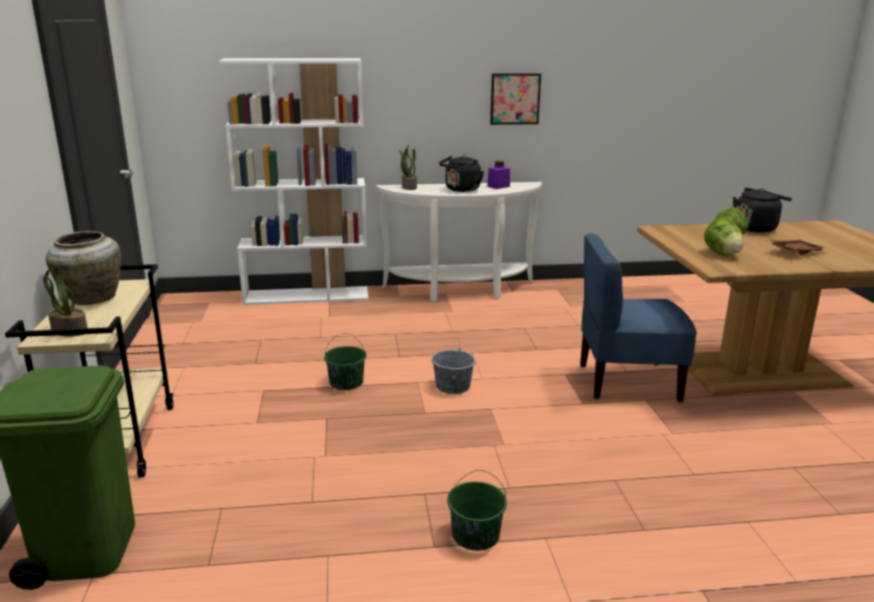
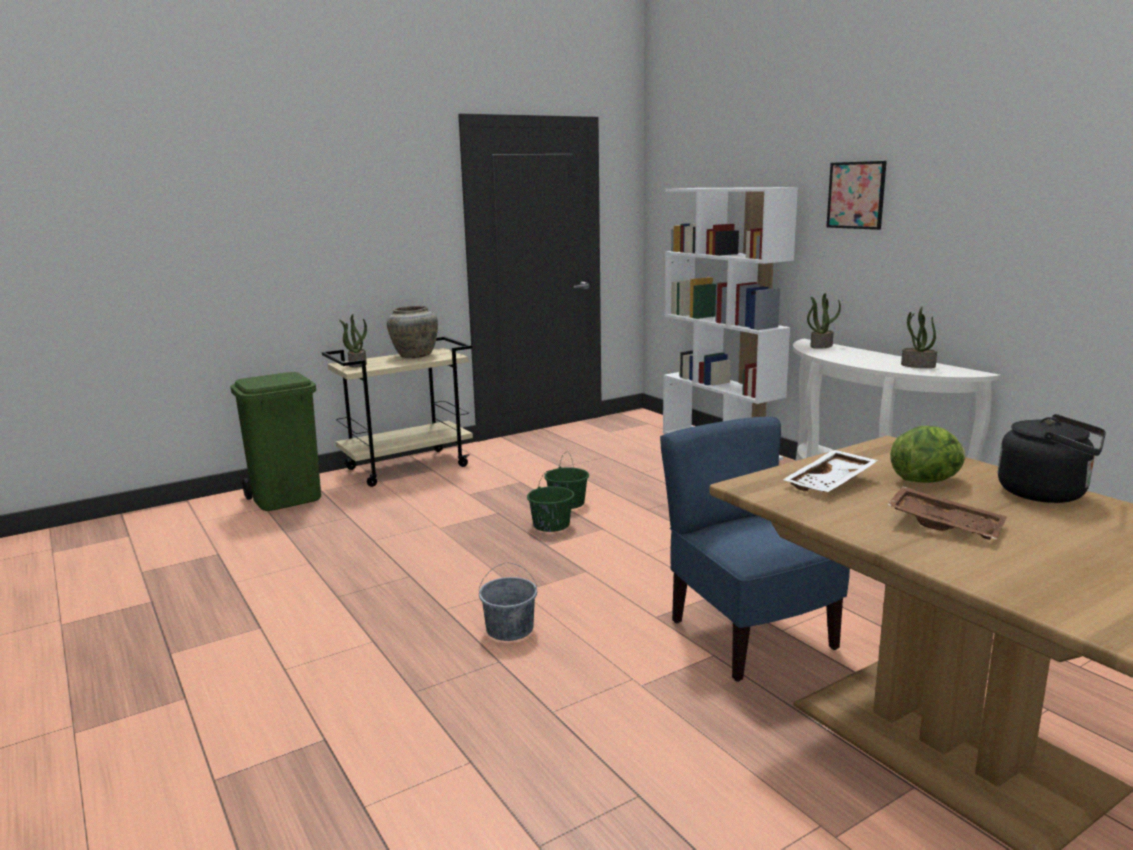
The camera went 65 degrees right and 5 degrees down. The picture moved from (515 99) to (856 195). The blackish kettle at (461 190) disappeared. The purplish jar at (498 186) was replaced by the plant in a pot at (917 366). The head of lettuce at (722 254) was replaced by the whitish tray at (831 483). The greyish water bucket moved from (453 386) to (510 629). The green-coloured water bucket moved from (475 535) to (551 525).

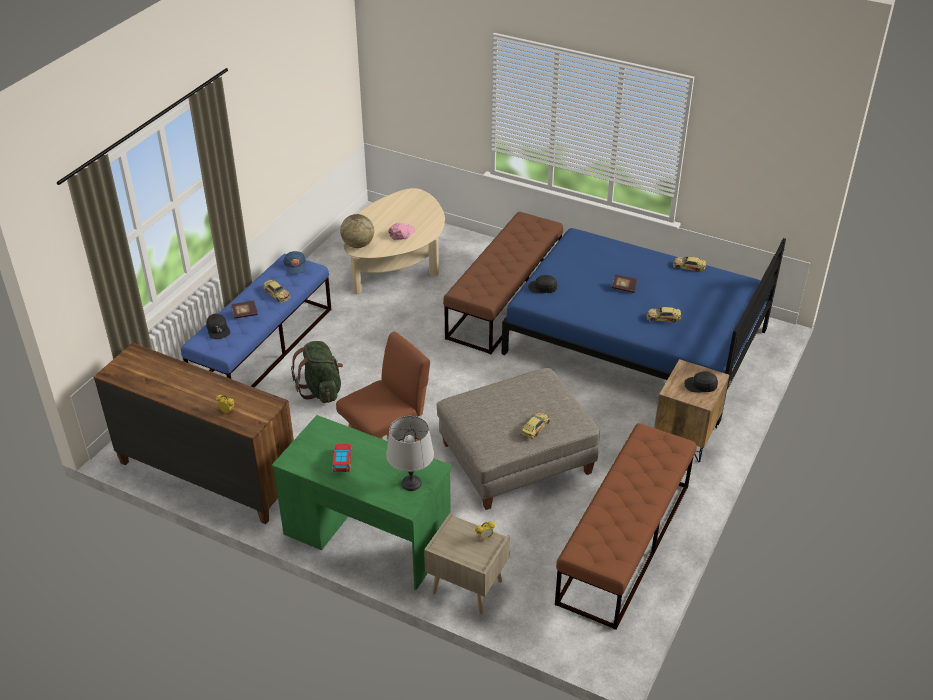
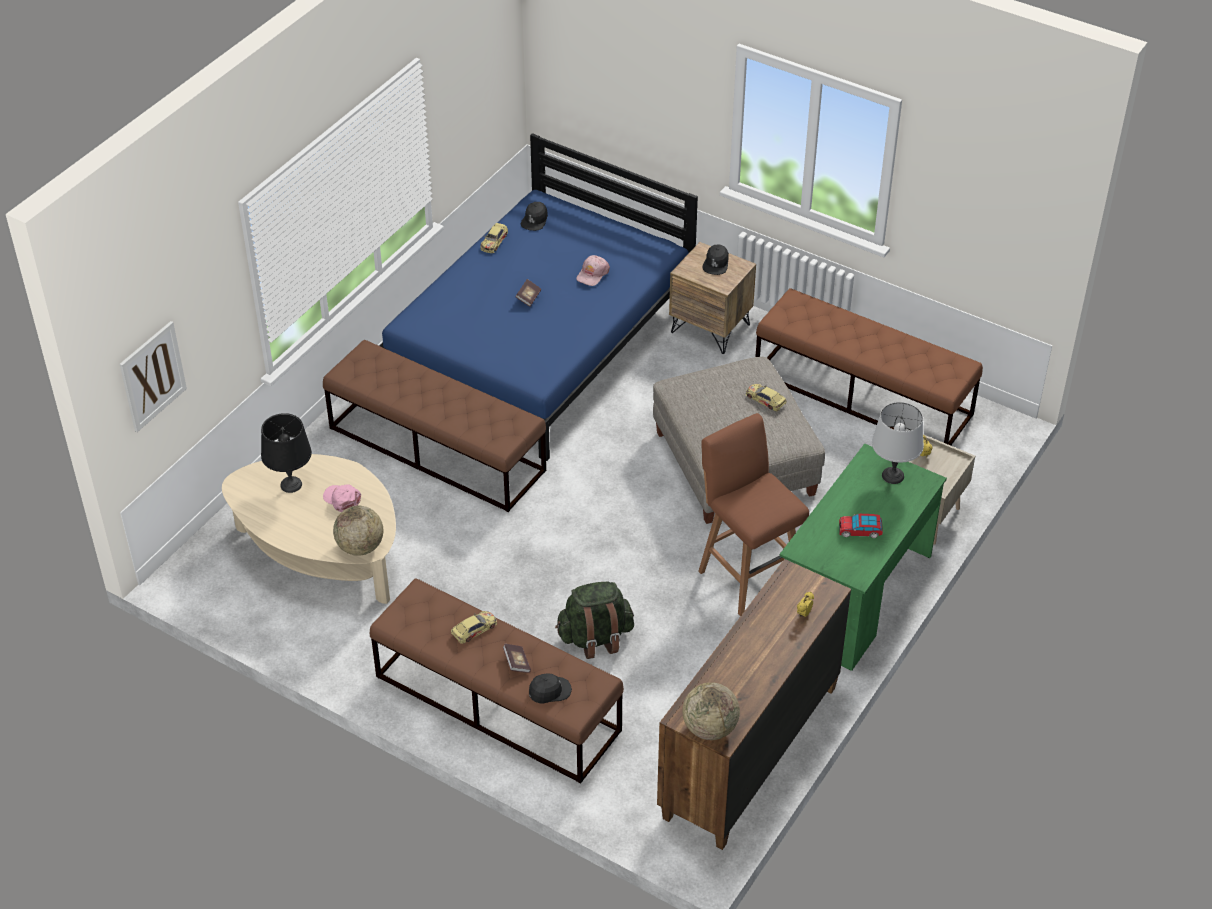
The camera went 85 degrees left and 5 degrees up. The bluish peaked cap at (295 266) disappeared. The bluish long seat at (264 348) became the brown-coloured long seat at (496 703). The blackish peaked cap moved from (543 287) to (535 220). The model car at (663 317) was replaced by the pinkish peaked cap at (592 274). The picture at (152 376) appeared. The blackish lamp for a table at (290 484) appeared. The desk globe at (710 728) appeared.

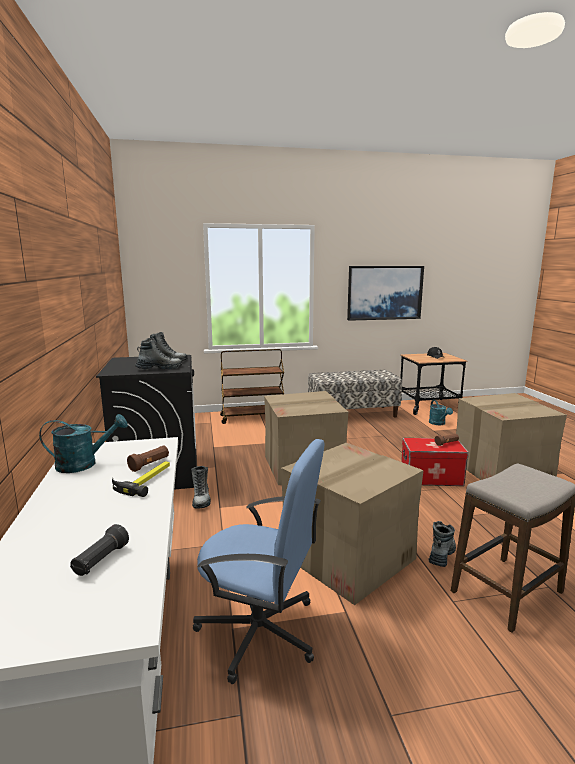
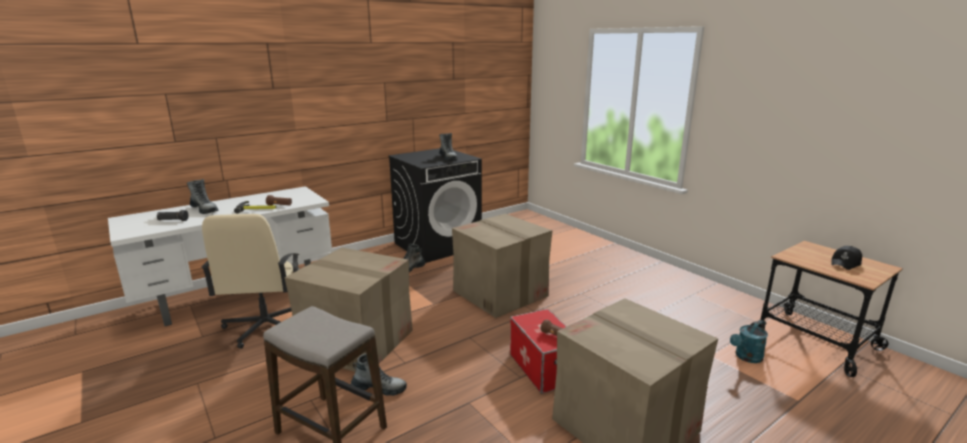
The camera went 65 degrees right and 5 degrees up. The picture at (384 292) disappeared. The tall boot moved from (159 368) to (204 210). The brown-coloured cart at (252 417) disappeared. The long seat at (352 414) disappeared. The turquoise watering pot at (84 464) disappeared. The bluish office chair at (260 631) became the beige office chair at (264 327).

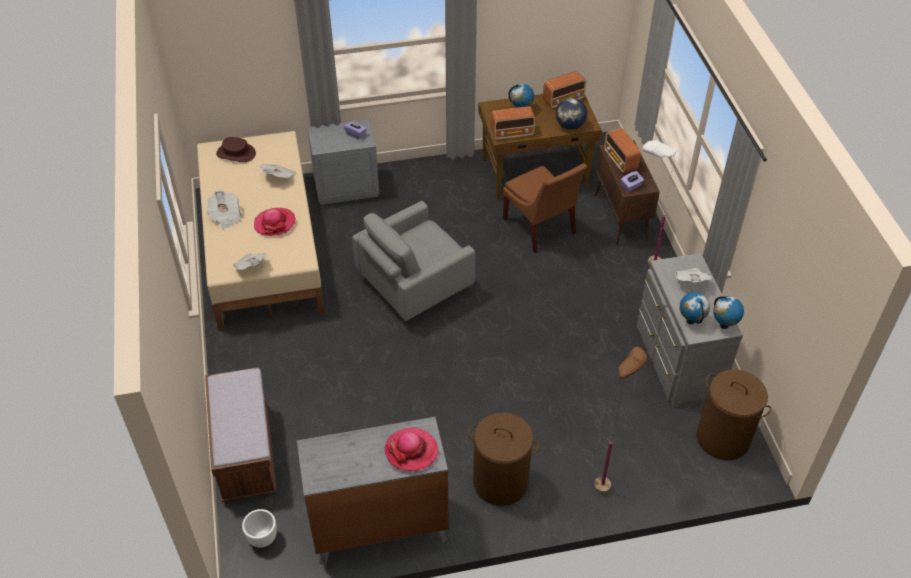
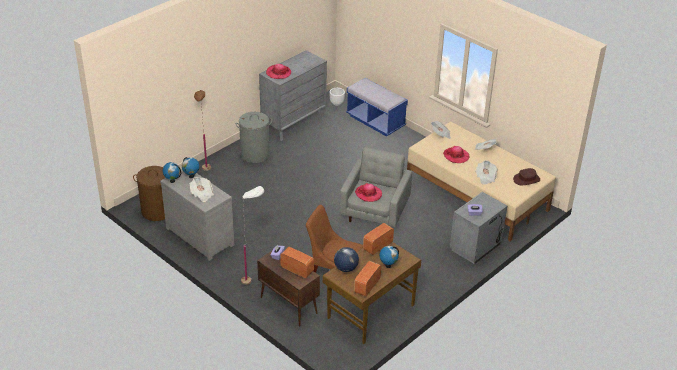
The camera went 145 degrees right and 10 degrees down. The brown-coloured long seat at (245 454) became the bluish long seat at (375 121). The brown-coloured washing basket at (501 482) became the greyish washing basket at (255 155). The hat at (368 194) appeared.

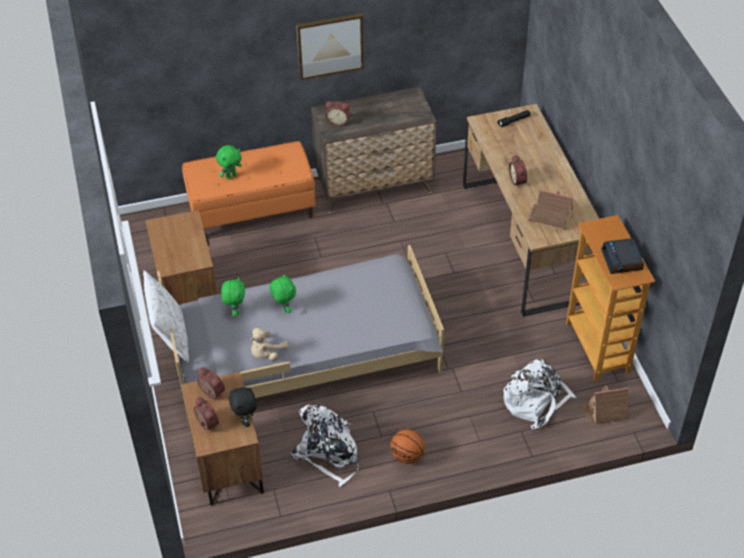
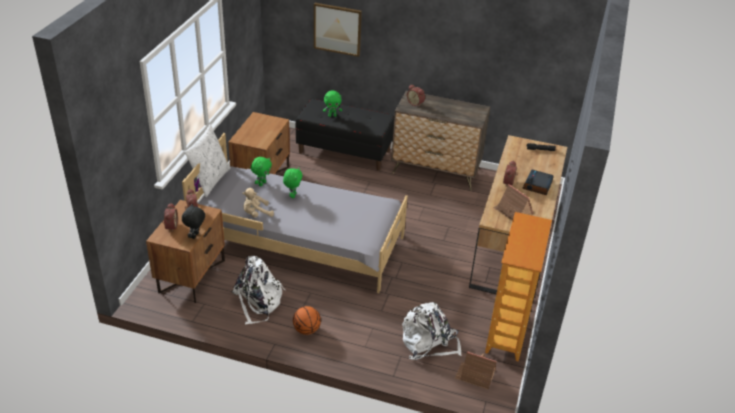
The camera went 30 degrees right and 10 degrees down. The picture moved from (330 45) to (337 29). The orange long seat at (252 211) became the blackish long seat at (344 152). The table clock moved from (622 260) to (537 186).

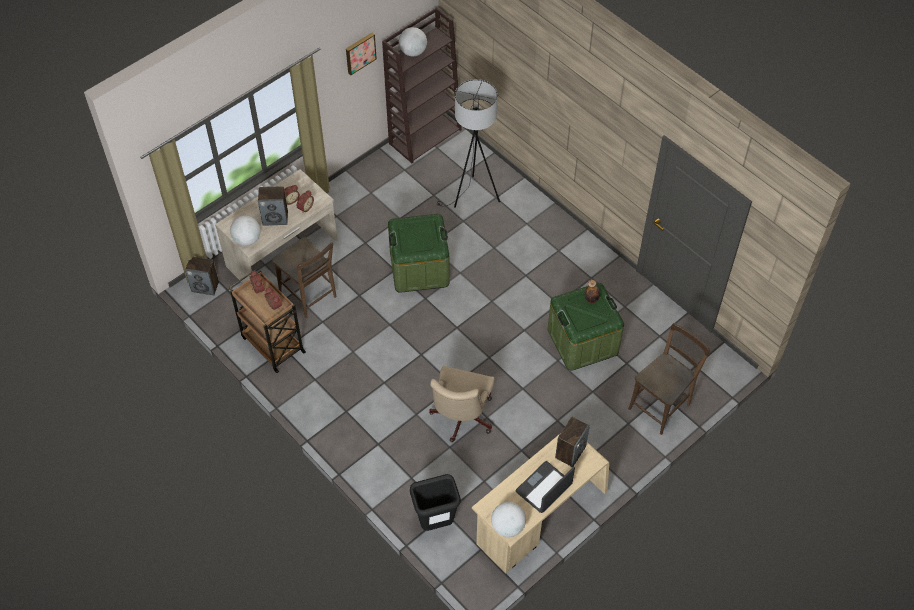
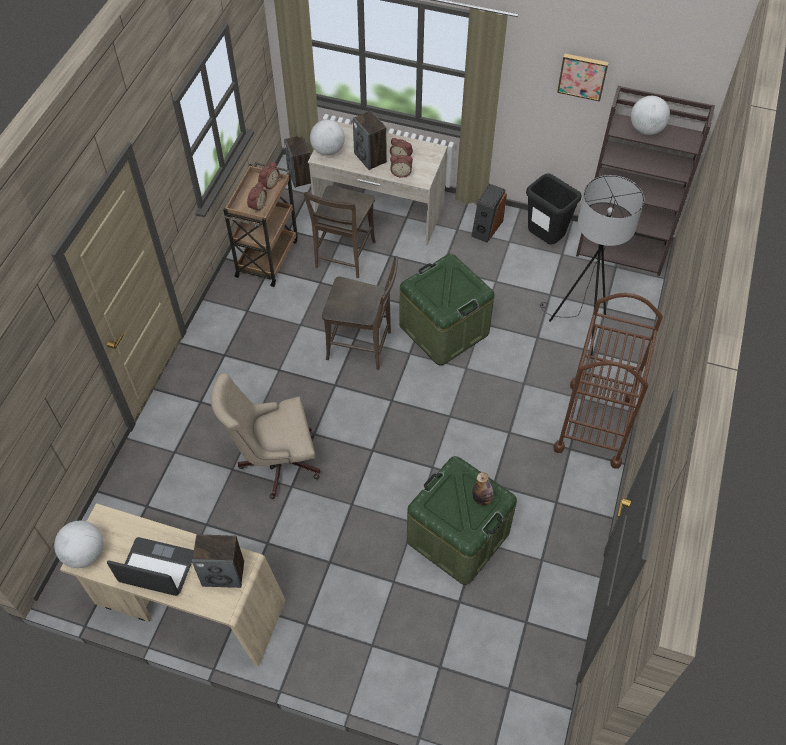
The camera went 60 degrees right and 0 degrees up. The brown-coloured upright chair moved from (661 405) to (363 346). The blackish rubbish bin moved from (435 522) to (544 240). The loudspeaker at (486 228) appeared. The brown-coloured cart at (594 424) appeared.

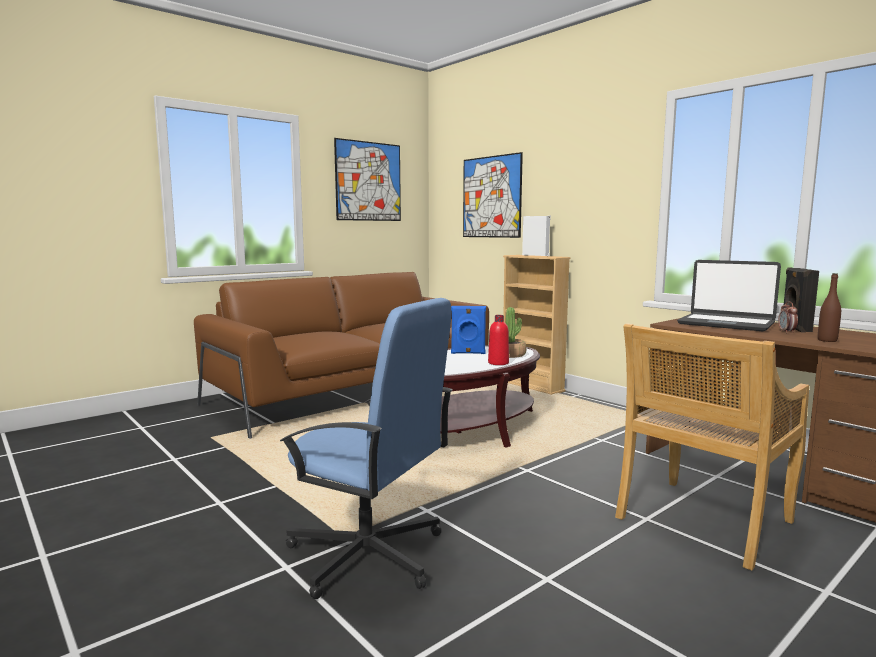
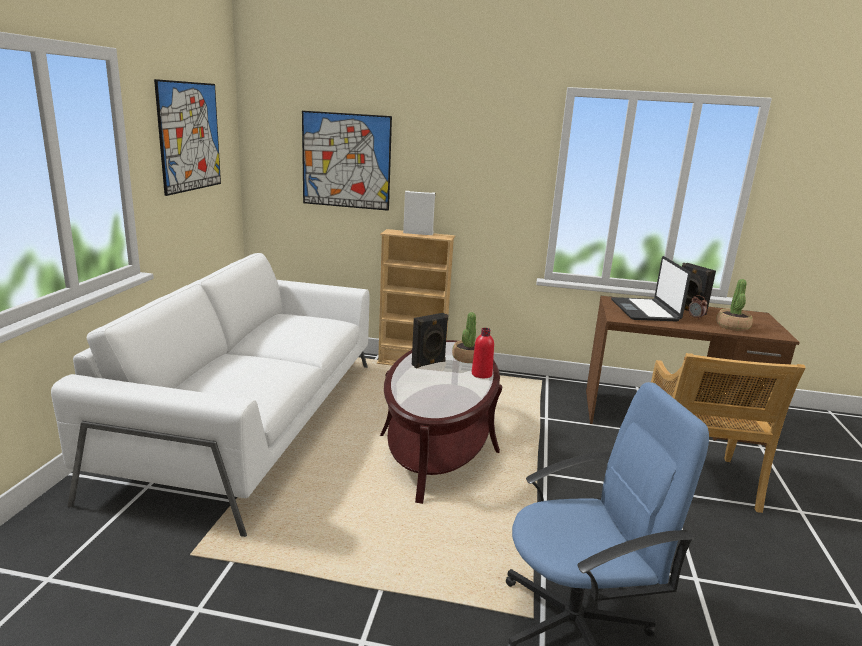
The camera went 40 degrees left and 10 degrees up. The portable computer at (726 323) turned 90 degrees clockwise. The brown-coloured sofa at (353 393) became the whitish sofa at (251 421). The brown-coloured beverage bottle at (827 340) was replaced by the plant in a pot at (732 326). The bluish loudspeaker at (468 353) became the blackish loudspeaker at (429 363).

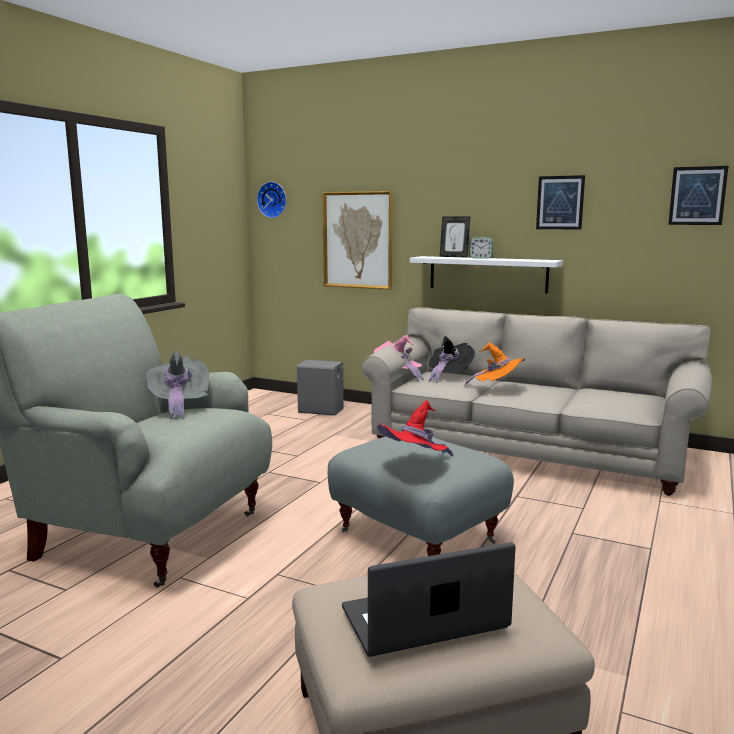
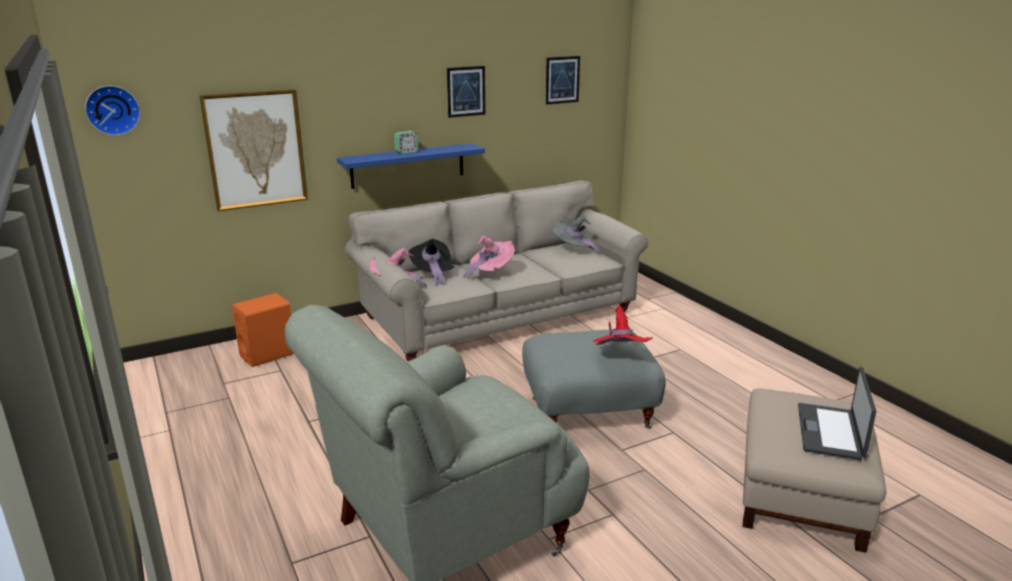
The camera went 55 degrees left and 10 degrees up. The standing frame at (454 256) disappeared. The whitish wall shelf at (487 274) became the bluish wall shelf at (408 165). The orange hat at (497 387) became the pinkish hat at (490 272). The greyish hat moved from (179 406) to (573 251). The greyish loudspeaker at (321 410) became the orange loudspeaker at (268 354).

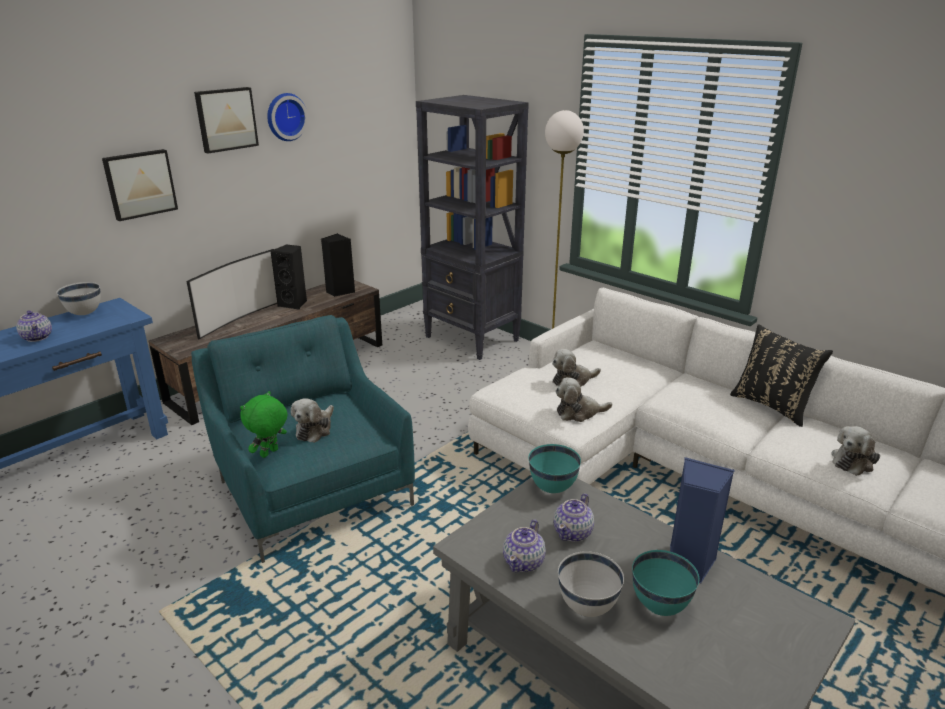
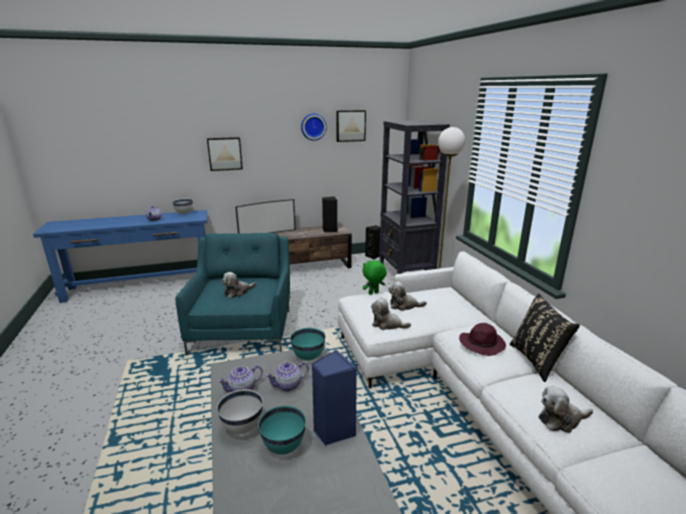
The camera went 30 degrees right and 5 degrees down. The picture moved from (226 119) to (350 125). The blackish loudspeaker moved from (294 304) to (373 256). The green-coloured plush toy moved from (270 453) to (373 293). The purplish hat at (482 344) appeared.

